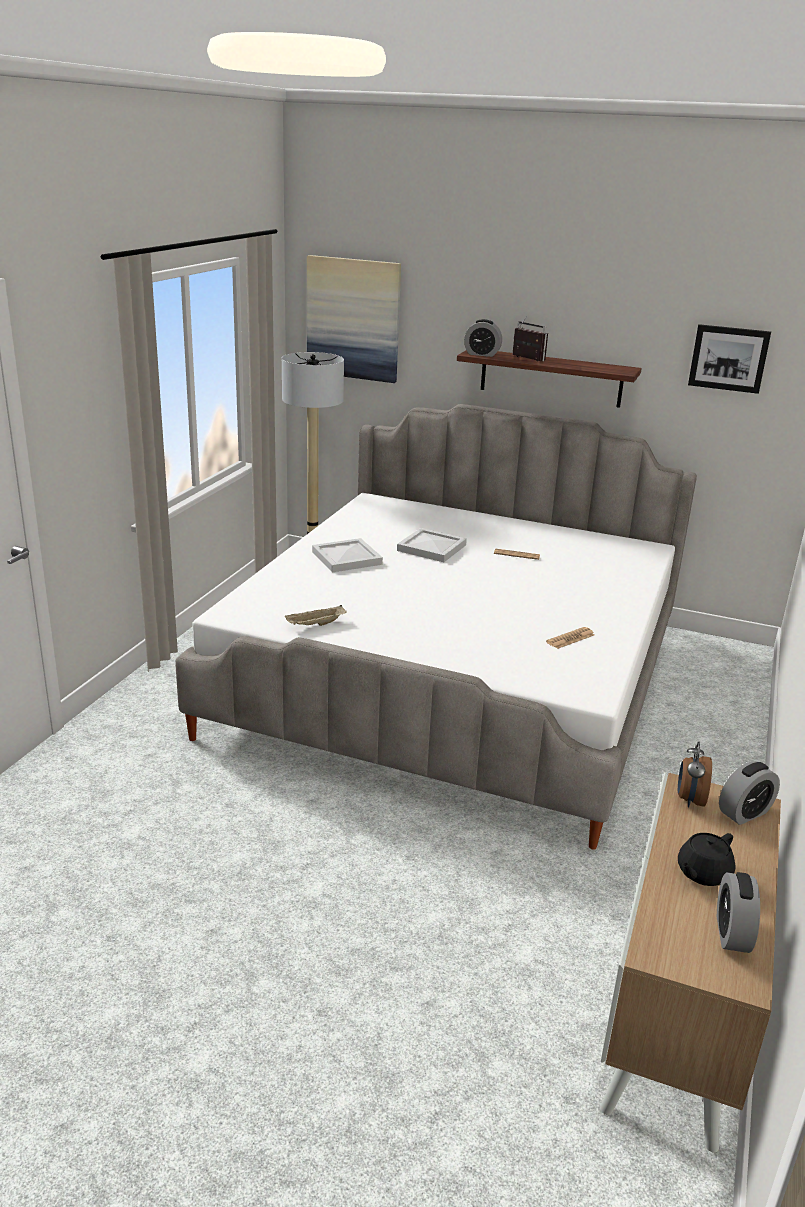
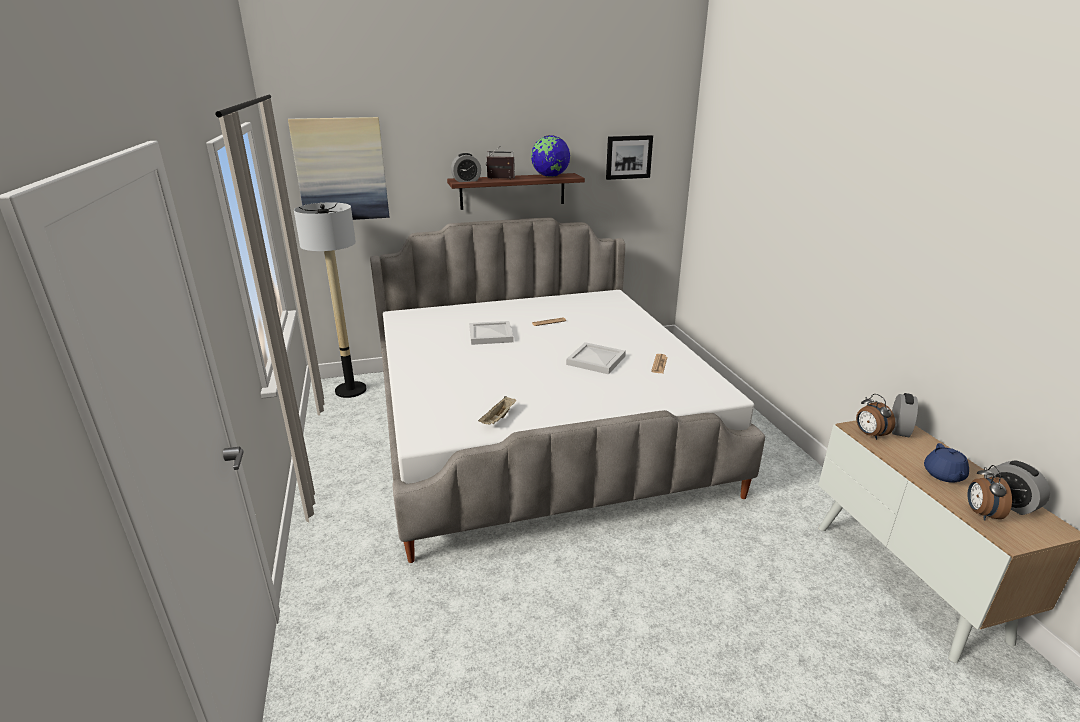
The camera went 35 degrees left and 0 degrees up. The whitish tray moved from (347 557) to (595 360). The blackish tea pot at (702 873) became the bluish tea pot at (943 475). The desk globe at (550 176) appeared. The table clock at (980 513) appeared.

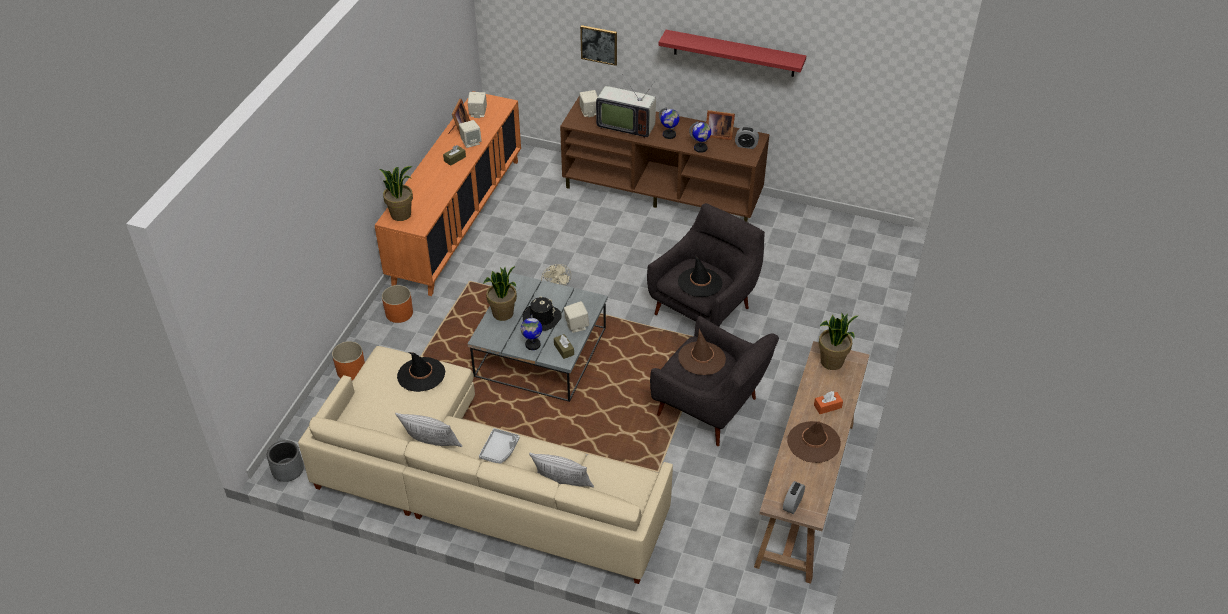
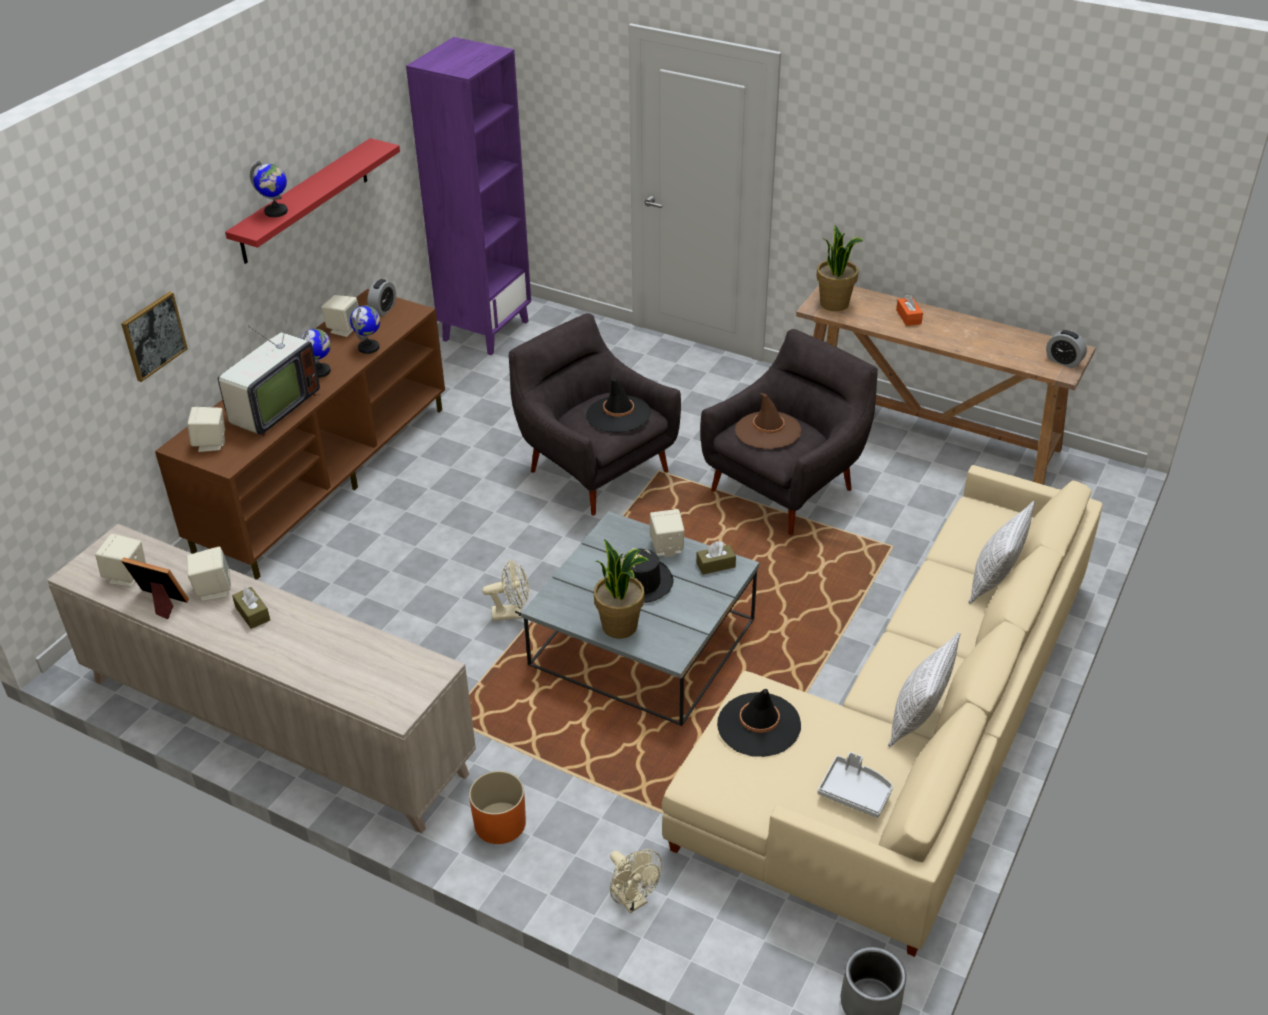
The camera went 80 degrees left and 5 degrees down. The orange cabinet at (457 221) became the beige cabinet at (276 727). The standing frame at (718 134) was replaced by the beige loudspeaker at (344 329). The plant in a pot at (401 214) disappeared. The desk globe moved from (532 344) to (276 212). The orange planter at (351 370) was replaced by the beige electric fan at (632 900). The brown-coloured hat at (813 442) disappeared. The greyish tray moved from (500 450) to (855 792). The purplish bookcase at (485 330) appeared.

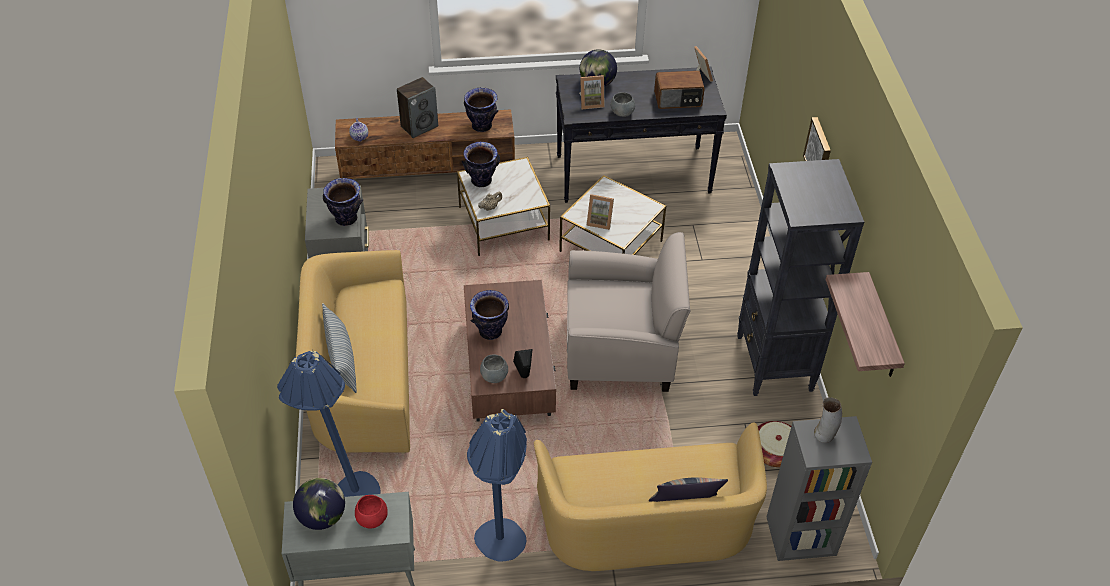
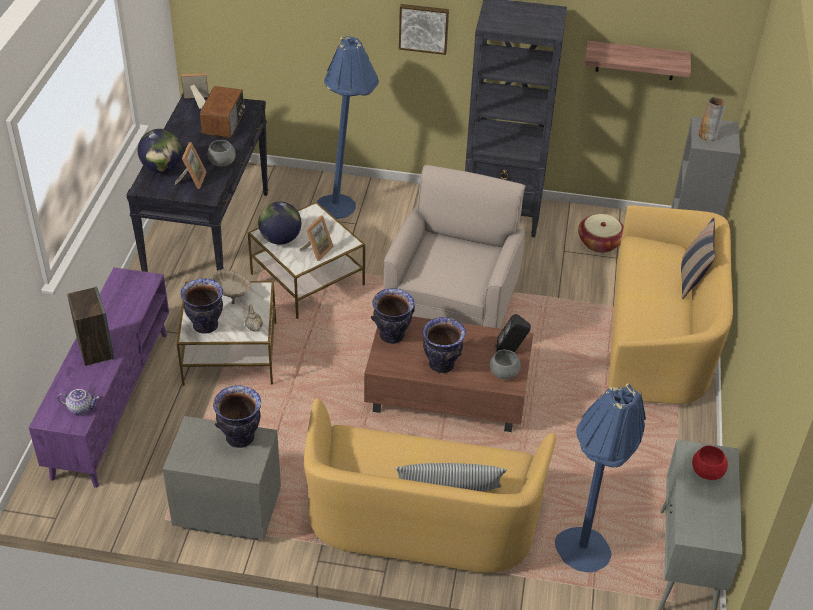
The camera went 75 degrees left and 5 degrees down. The decorative vase moved from (481 126) to (392 336). The brown-coloured tv unit at (429 175) became the purplish tv unit at (111 402). The bluish floor lamp moved from (500 551) to (345 209). The desk globe moved from (322 516) to (280 239). The beige serving bowl at (231 294) appeared.

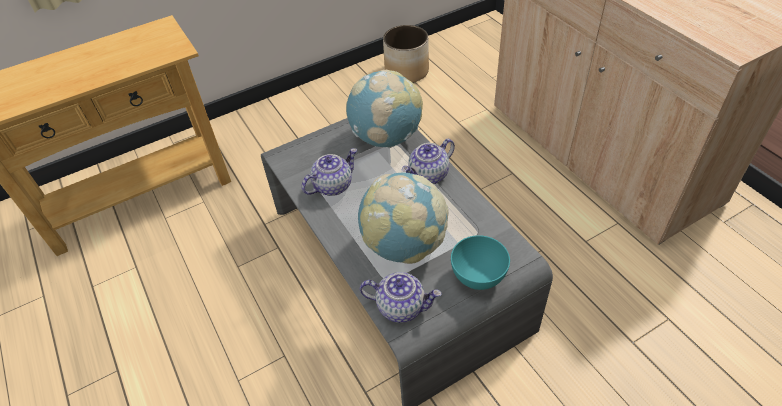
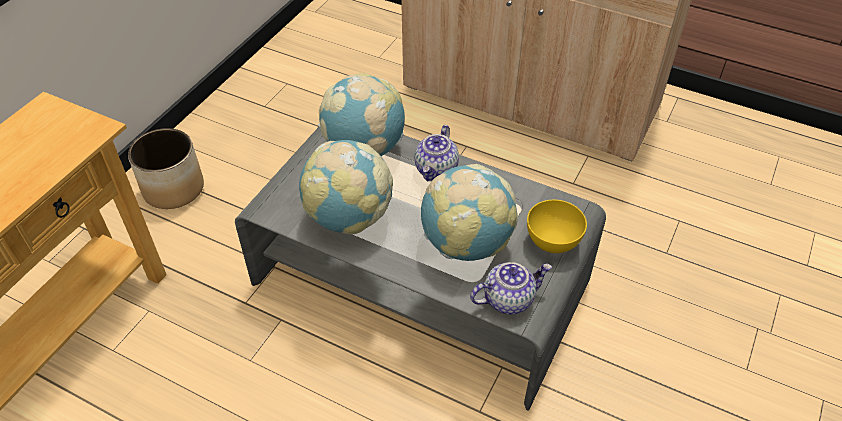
The camera went 35 degrees left and 0 degrees up. The planter moved from (407 71) to (174 188). The tea pot at (333 185) was replaced by the desk globe at (349 217). The turquoise serving bowl at (477 276) became the yellowish serving bowl at (552 241).

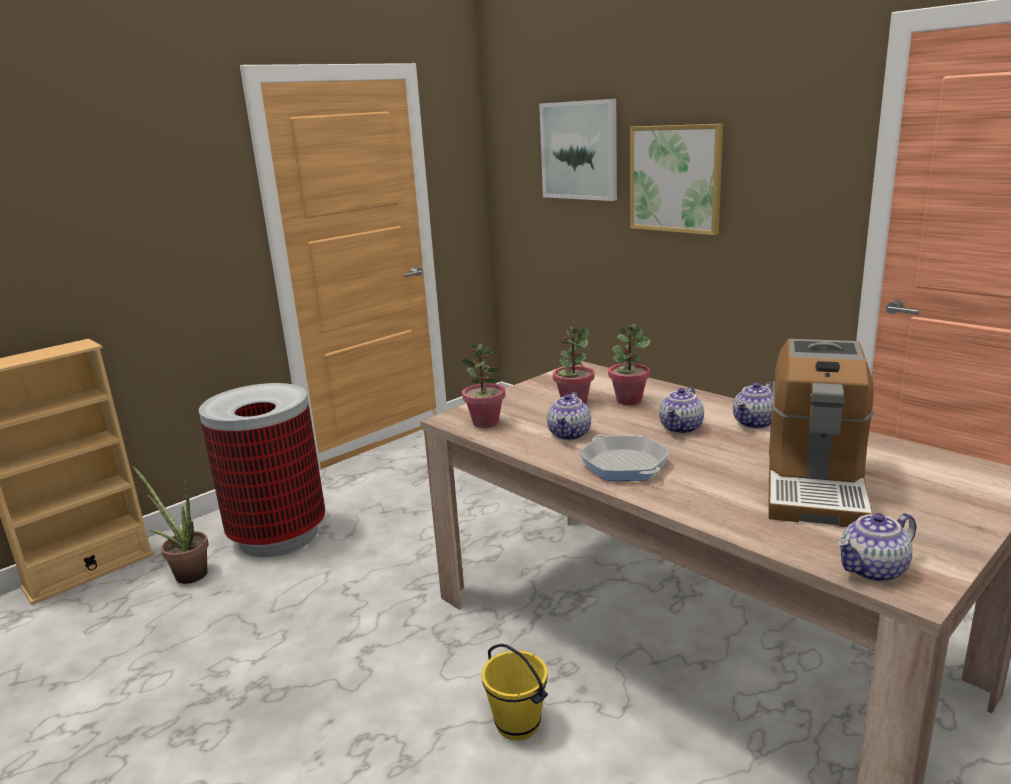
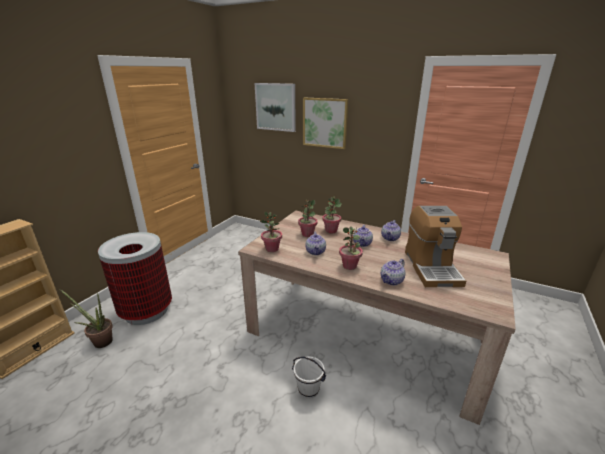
The camera went 20 degrees left and 5 degrees up. The frying pan at (624 465) was replaced by the plant in a pot at (349 266). The tea pot moved from (873 570) to (392 281). The yellowish water bucket at (517 724) became the whitish water bucket at (308 390).

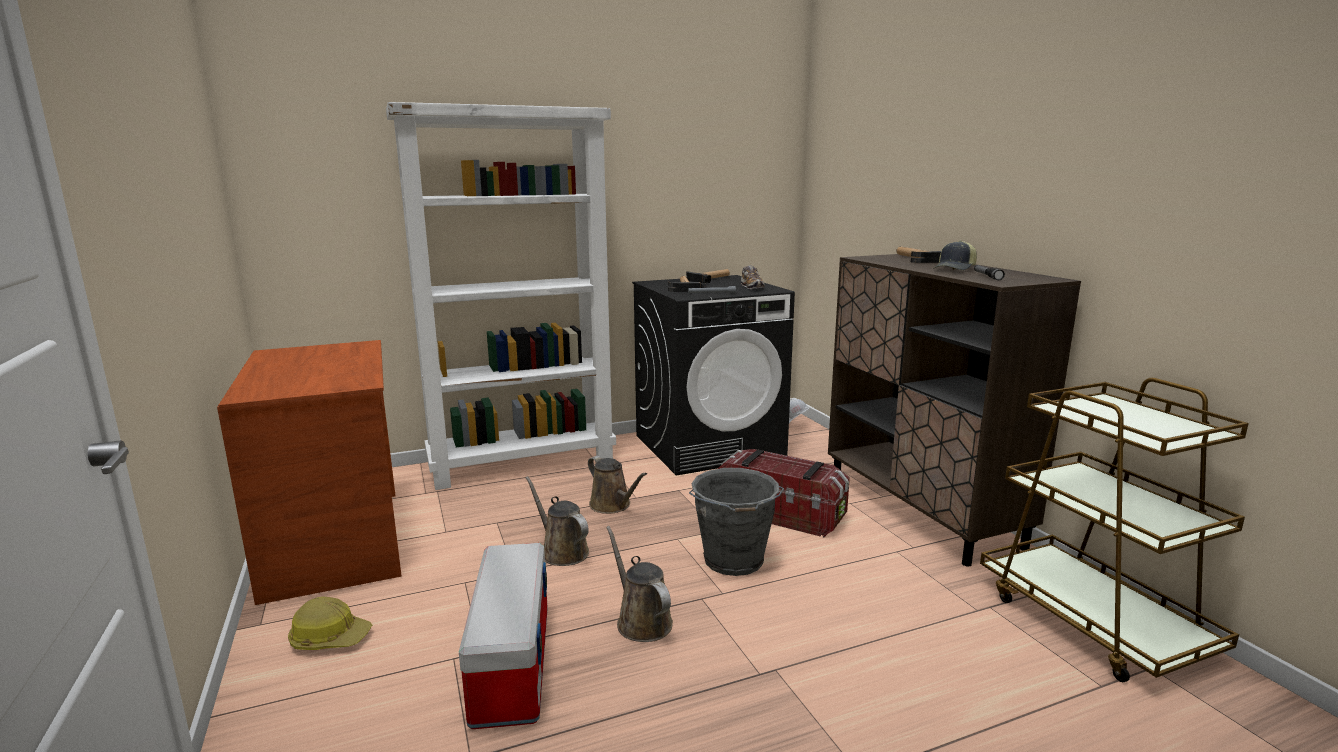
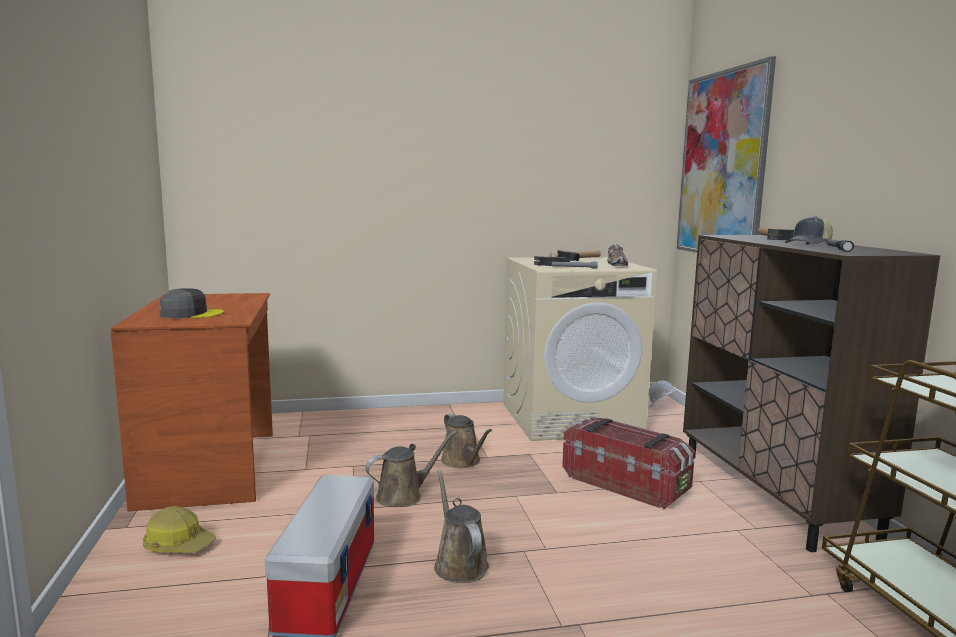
The camera went 10 degrees right and 5 degrees down. The whitish bookcase at (523 463) disappeared. The blackish washing machine at (709 445) became the beige washing machine at (571 418). The greyish water bucket at (733 561) disappeared. The brown-coloured watering pot at (562 551) turned 90 degrees clockwise. The picture at (722 165) appeared. The greyish peaked cap at (190 314) appeared.

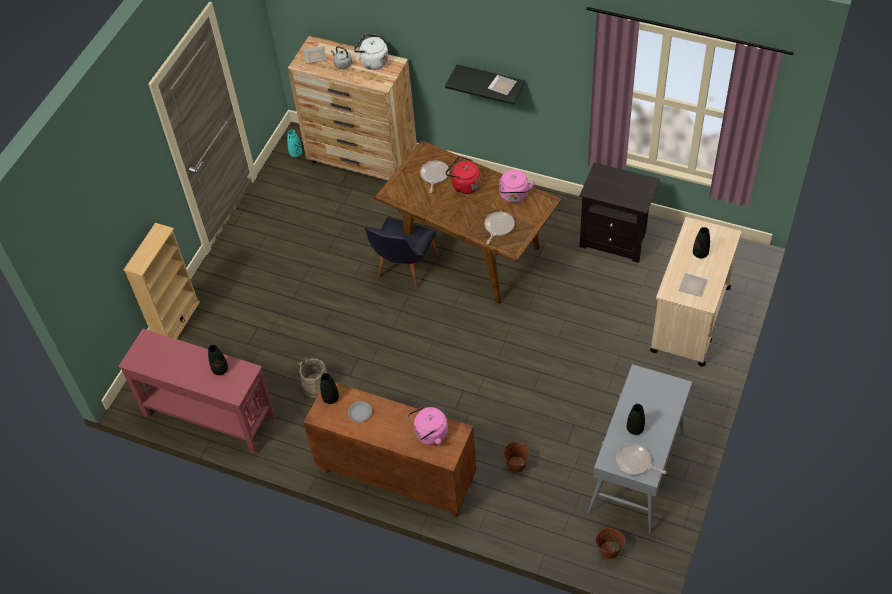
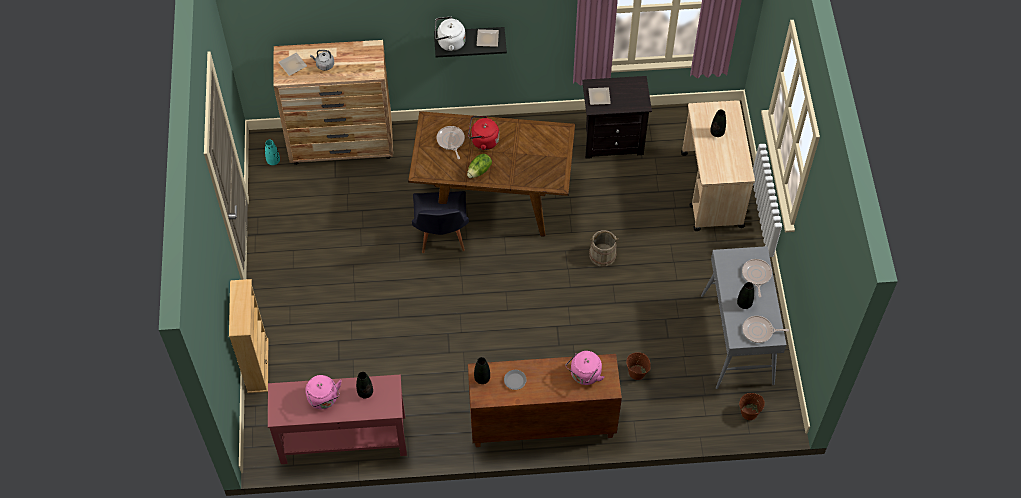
The camera went 30 degrees left and 5 degrees up. The whitish kettle moved from (372 62) to (449 43). The pinkish kettle moved from (514 196) to (324 399). The frying pan moved from (498 227) to (756 275). The dinner plate moved from (694 285) to (600 96). The beige water bucket moved from (316 386) to (602 255). The head of lettuce at (479 171) appeared.

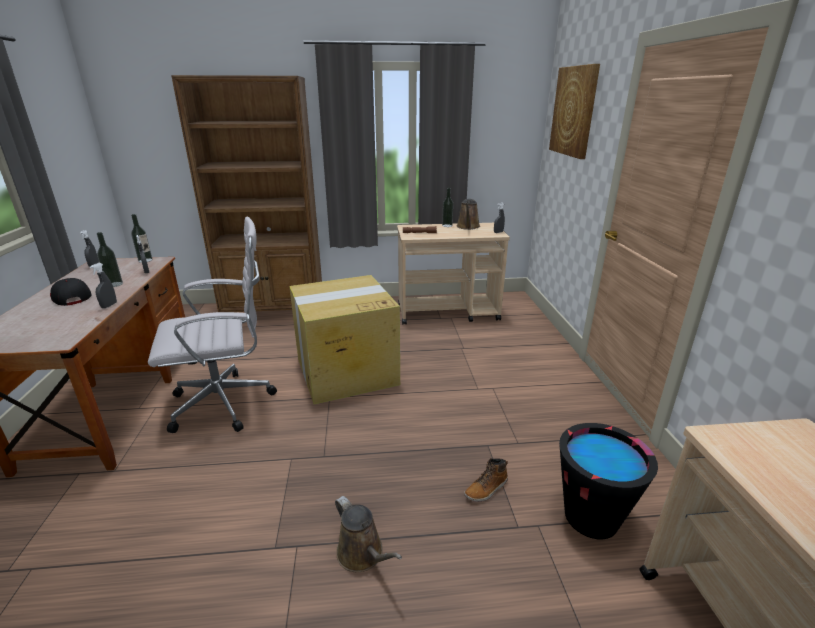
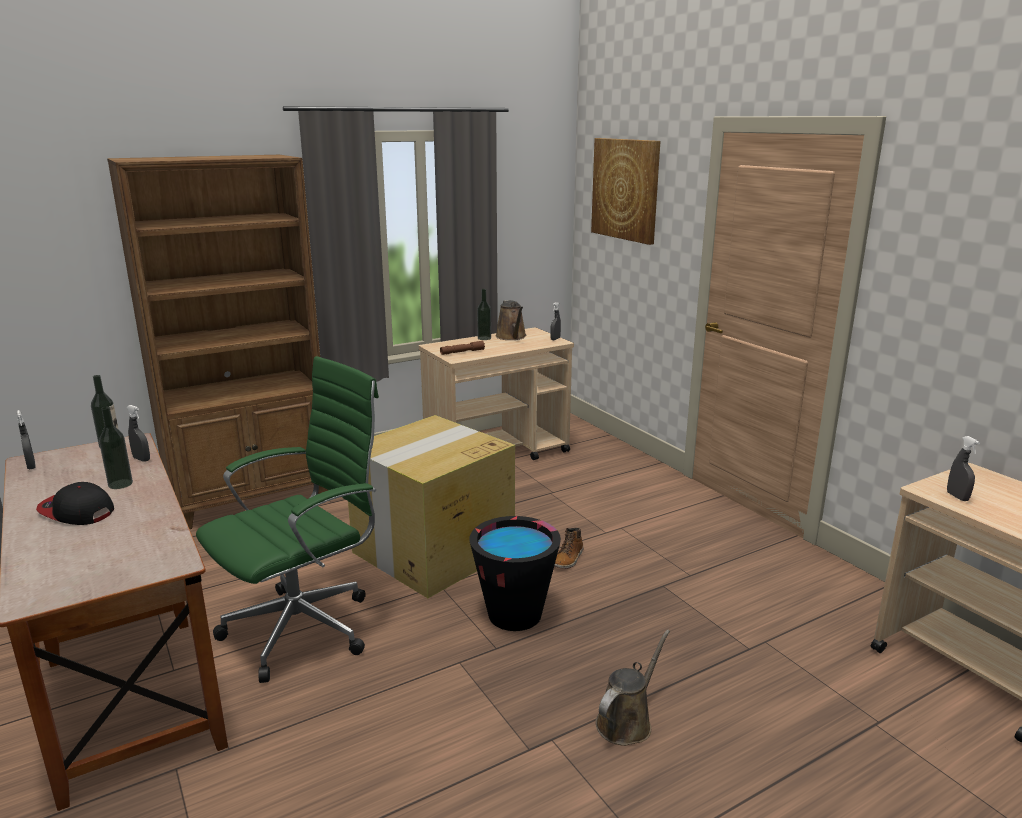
The camera went 25 degrees left and 5 degrees down. The whitish office chair at (227 403) became the green-coloured office chair at (306 627). The greyish hand sprayer moved from (109 305) to (957 497). The blackish water bucket moved from (591 517) to (514 614). The tall boot moved from (486 489) to (568 559). The brown-coloured watering pot at (363 554) turned 75 degrees counterclockwise.

